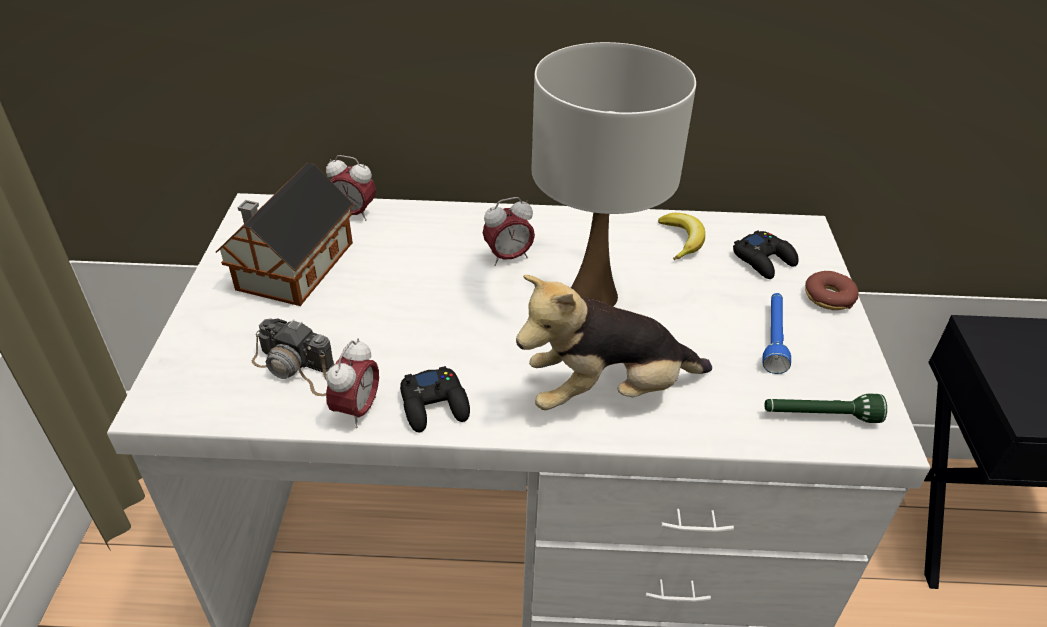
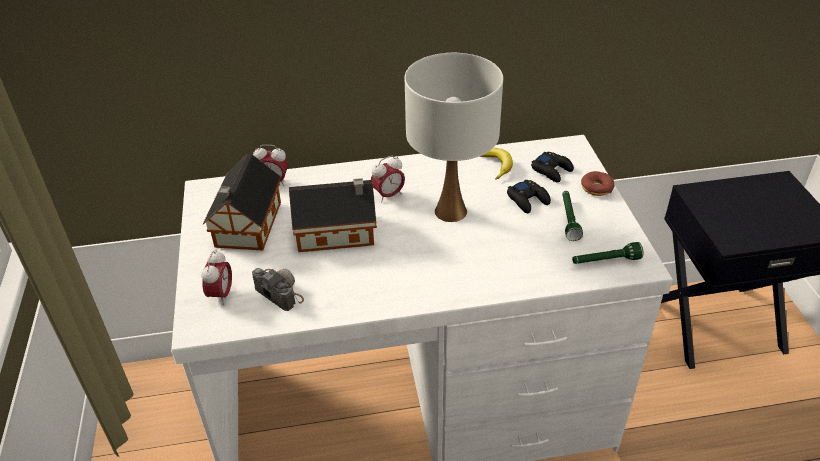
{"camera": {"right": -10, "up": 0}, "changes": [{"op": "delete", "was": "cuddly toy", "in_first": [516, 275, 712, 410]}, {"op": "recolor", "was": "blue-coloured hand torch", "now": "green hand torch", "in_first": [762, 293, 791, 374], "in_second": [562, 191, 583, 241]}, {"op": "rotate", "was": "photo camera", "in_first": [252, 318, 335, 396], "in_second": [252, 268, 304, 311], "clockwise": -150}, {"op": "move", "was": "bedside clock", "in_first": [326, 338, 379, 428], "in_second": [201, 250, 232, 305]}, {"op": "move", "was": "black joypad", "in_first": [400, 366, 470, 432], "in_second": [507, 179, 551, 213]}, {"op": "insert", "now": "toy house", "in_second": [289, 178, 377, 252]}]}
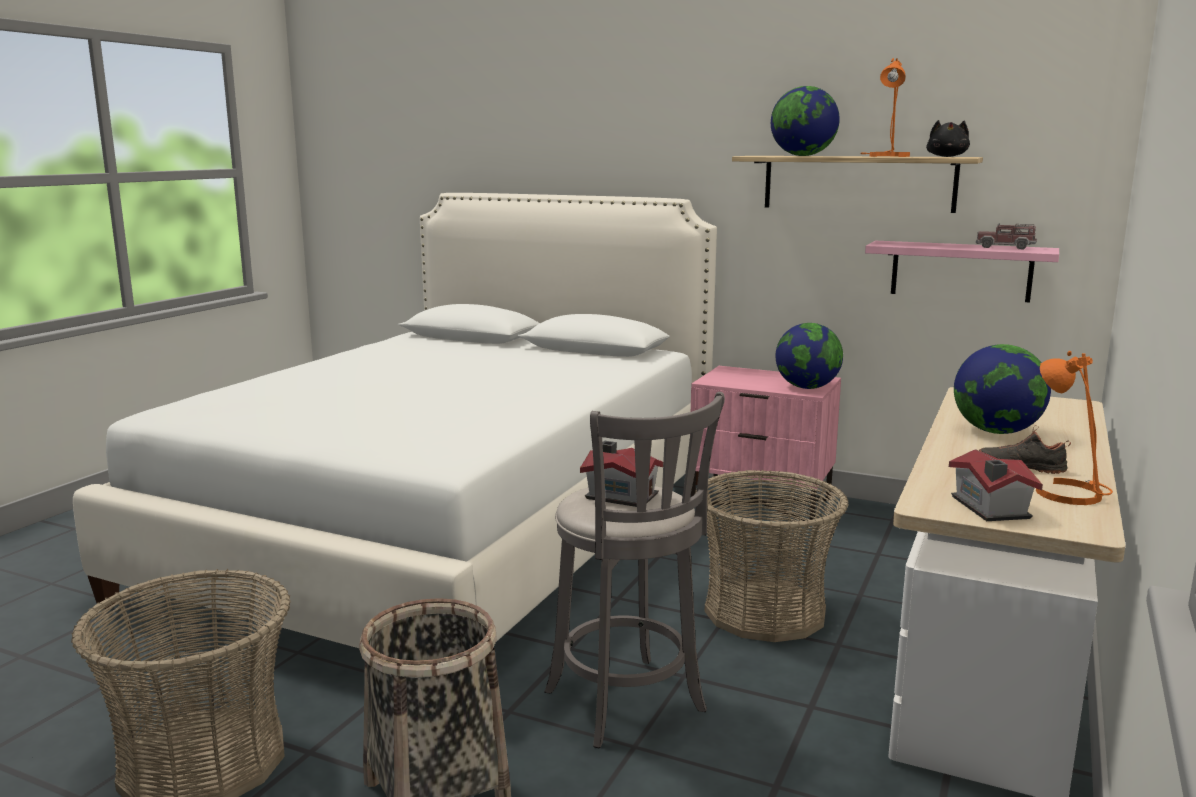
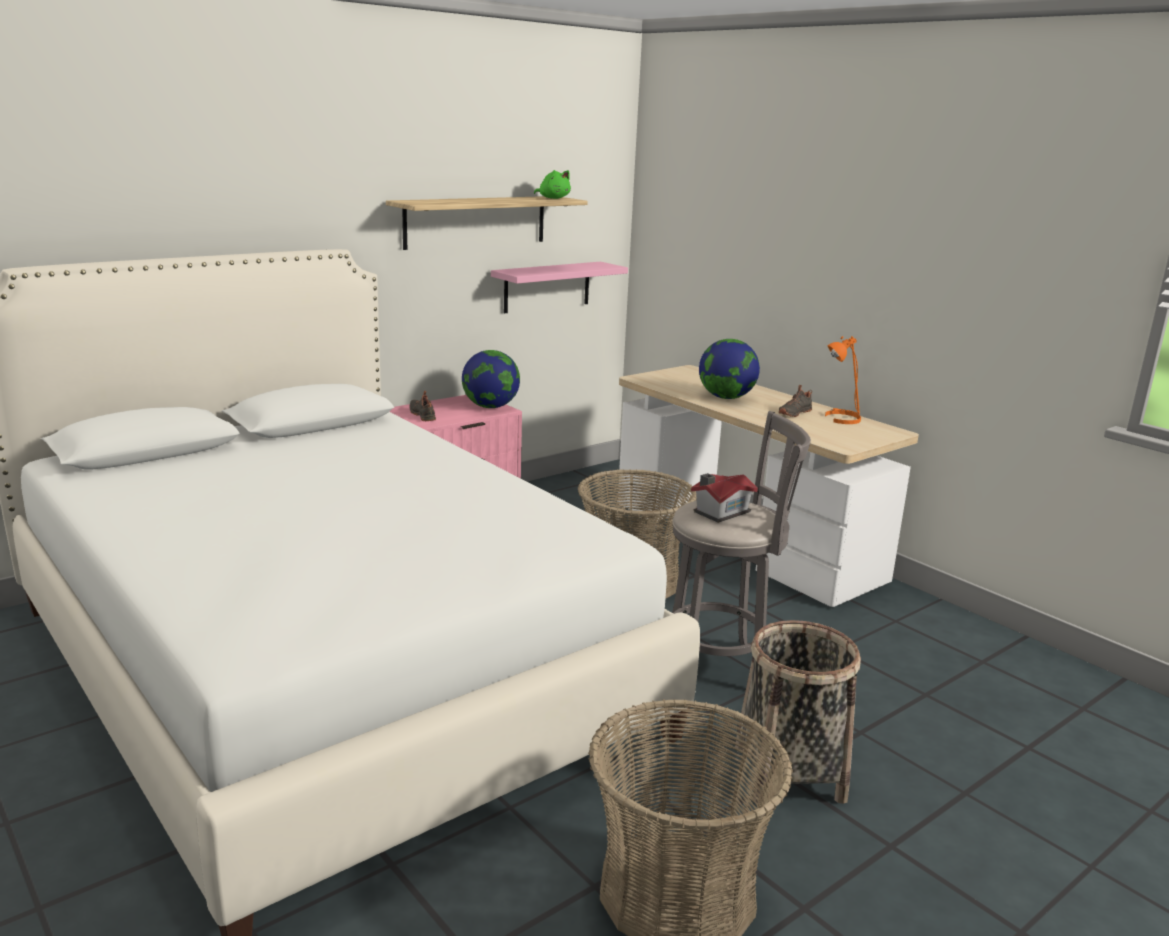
{"camera": {"right": -65, "up": 5}, "changes": [{"op": "delete", "was": "orange-coloured tabletop lamp", "in_first": [860, 58, 910, 157]}, {"op": "delete", "was": "desk globe", "in_first": [771, 86, 840, 156]}, {"op": "recolor", "was": "black cuddly toy", "now": "green cuddly toy", "in_first": [926, 120, 970, 157], "in_second": [534, 170, 571, 199]}, {"op": "delete", "was": "toy truck", "in_first": [976, 223, 1037, 249]}, {"op": "delete", "was": "toy house", "in_first": [949, 449, 1043, 521]}, {"op": "insert", "now": "black item of footwear", "in_second": [409, 391, 436, 421]}]}
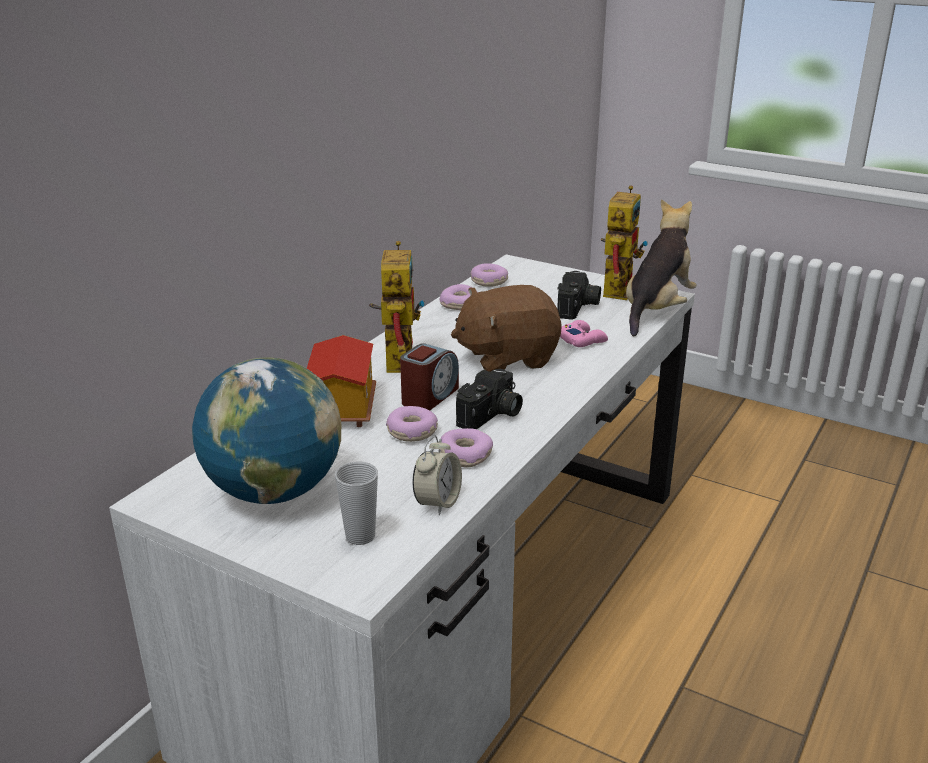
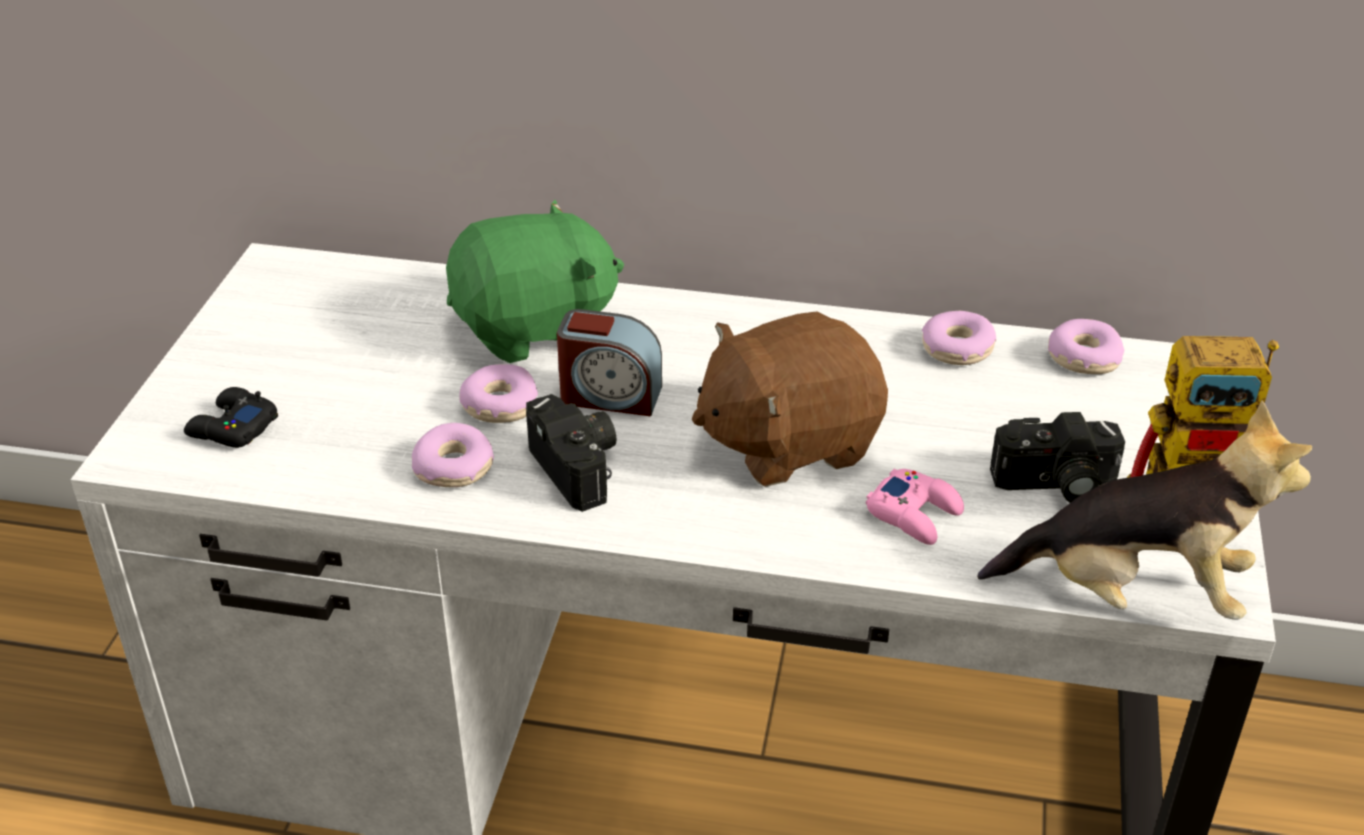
{"camera": {"right": 70, "up": 10}, "changes": [{"op": "delete", "was": "model robot", "in_first": [369, 241, 425, 373]}, {"op": "rotate", "was": "brownish cuddly toy", "in_first": [451, 285, 562, 372], "in_second": [692, 311, 888, 487], "clockwise": -75}, {"op": "replace", "was": "toy house", "now": "green cuddly toy", "in_first": [307, 335, 376, 427], "in_second": [446, 200, 624, 363]}, {"op": "delete", "was": "desk globe", "in_first": [192, 357, 341, 504]}, {"op": "rotate", "was": "photo camera", "in_first": [456, 369, 523, 429], "in_second": [526, 394, 616, 512], "clockwise": -135}, {"op": "delete", "was": "bedside clock", "in_first": [413, 436, 462, 515]}, {"op": "replace", "was": "cup", "now": "black joypad", "in_first": [335, 461, 378, 545], "in_second": [184, 387, 278, 448]}]}
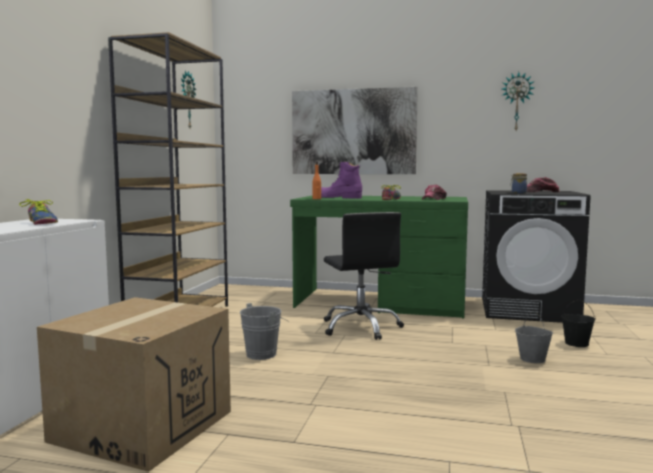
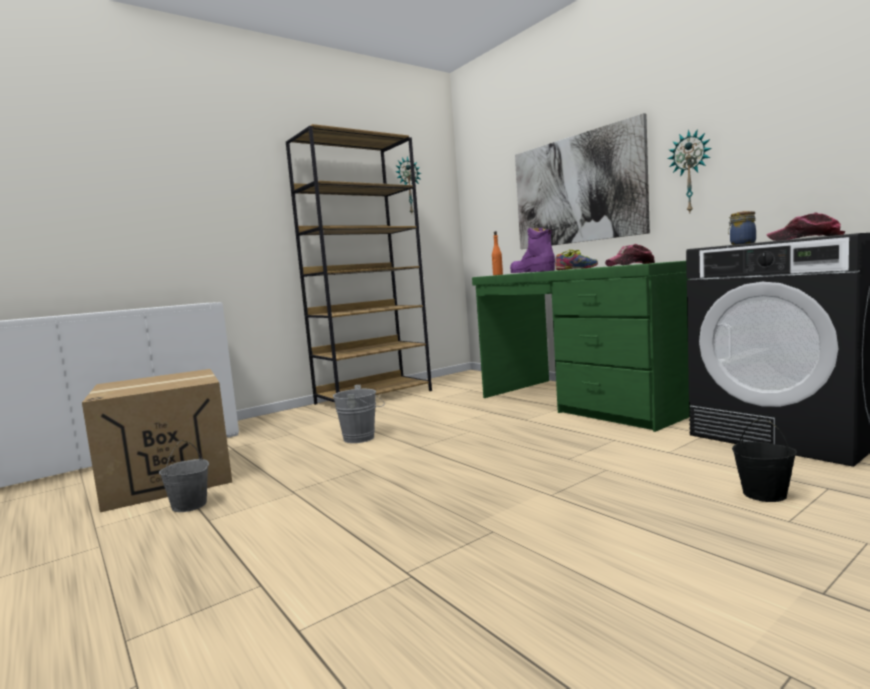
{"camera": {"right": 40, "up": 0}, "changes": [{"op": "move", "was": "hanging clock", "in_first": [502, 72, 535, 130], "in_second": [668, 129, 712, 213]}, {"op": "delete", "was": "item of footwear", "in_first": [19, 199, 58, 225]}, {"op": "delete", "was": "black office chair", "in_first": [324, 212, 404, 340]}, {"op": "move", "was": "gray bucket", "in_first": [515, 311, 553, 363], "in_second": [159, 440, 209, 512]}]}
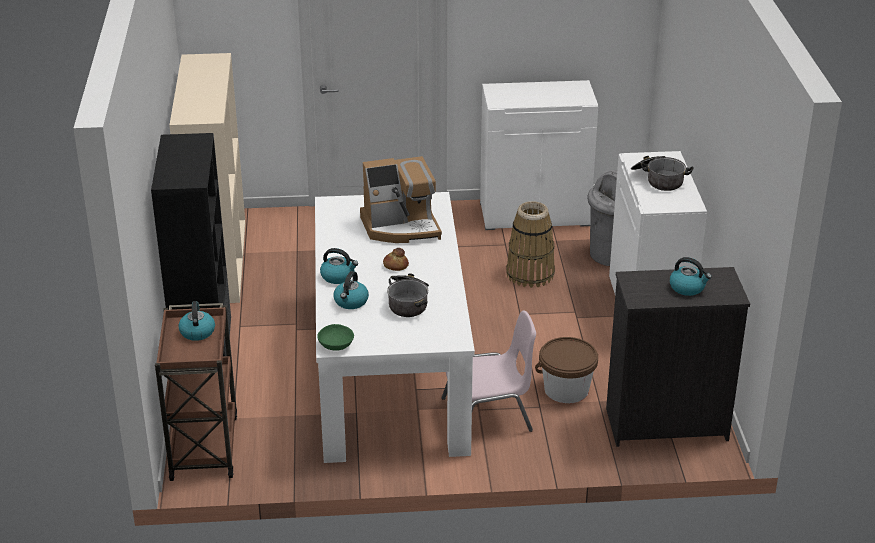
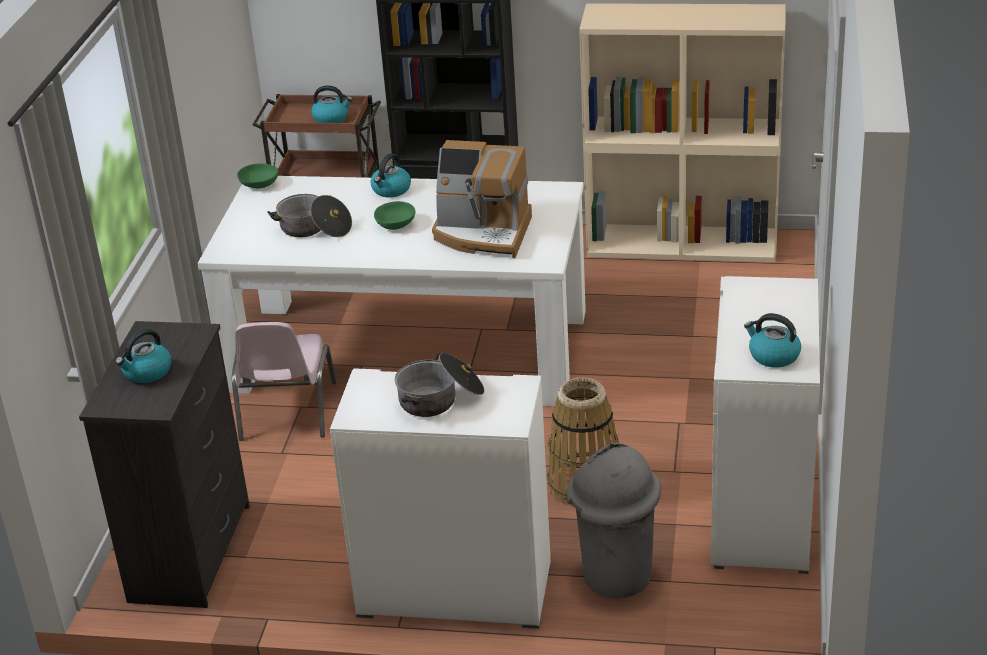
{"camera": {"right": 105, "up": 0}, "changes": [{"op": "rotate", "was": "coffee maker", "in_first": [360, 156, 442, 243], "in_second": [432, 140, 532, 258], "clockwise": -75}, {"op": "replace", "was": "bakery bread", "now": "green bowl", "in_first": [383, 248, 409, 271], "in_second": [374, 201, 415, 230]}, {"op": "move", "was": "tea kettle", "in_first": [334, 271, 369, 309], "in_second": [744, 313, 801, 368]}, {"op": "delete", "was": "brownish bucket", "in_first": [535, 337, 598, 403]}]}
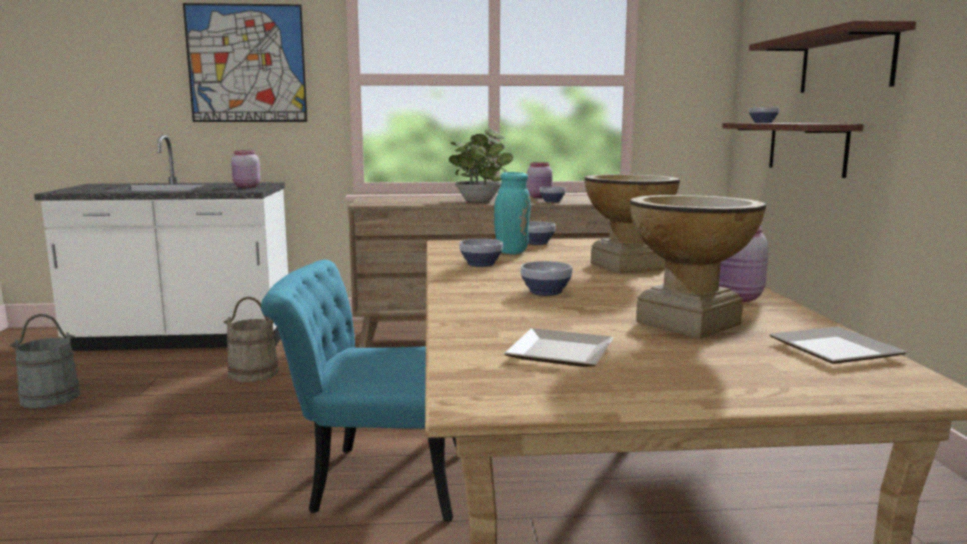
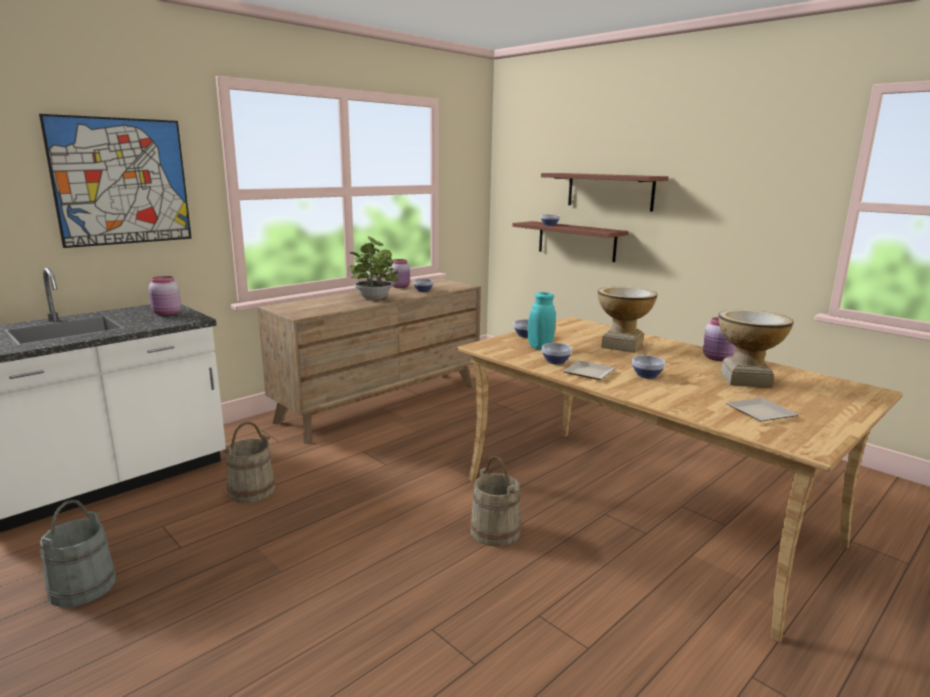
{"camera": {"right": -40, "up": 5}, "changes": [{"op": "replace", "was": "turquoise chair", "now": "sand-coloured bucket", "in_first": [261, 260, 457, 521], "in_second": [470, 456, 521, 547]}, {"op": "move", "was": "dinner plate", "in_first": [769, 327, 907, 364], "in_second": [563, 360, 615, 380]}]}
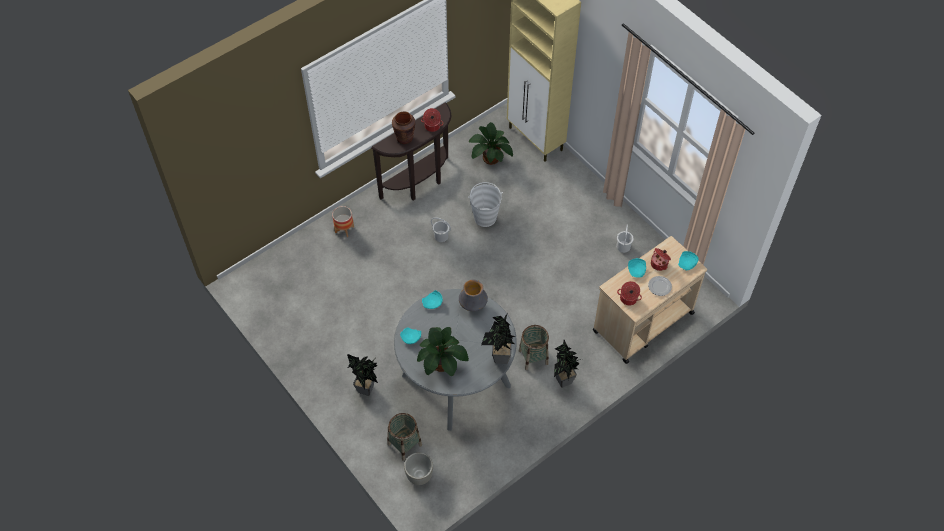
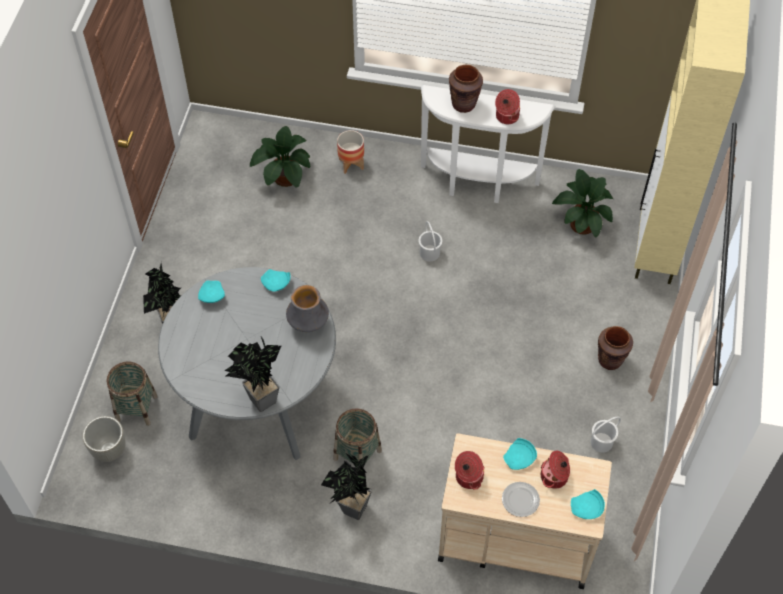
{"camera": {"right": 50, "up": 0}, "changes": [{"op": "recolor", "was": "brownish console table", "now": "whitish console table", "in_first": [371, 102, 451, 201], "in_second": [421, 85, 555, 203]}, {"op": "delete", "was": "whitish bucket", "in_first": [468, 182, 503, 227]}, {"op": "move", "was": "houseplant", "in_first": [417, 327, 469, 376], "in_second": [250, 126, 310, 187]}, {"op": "insert", "now": "brownish flower vase", "in_second": [598, 326, 633, 370]}]}
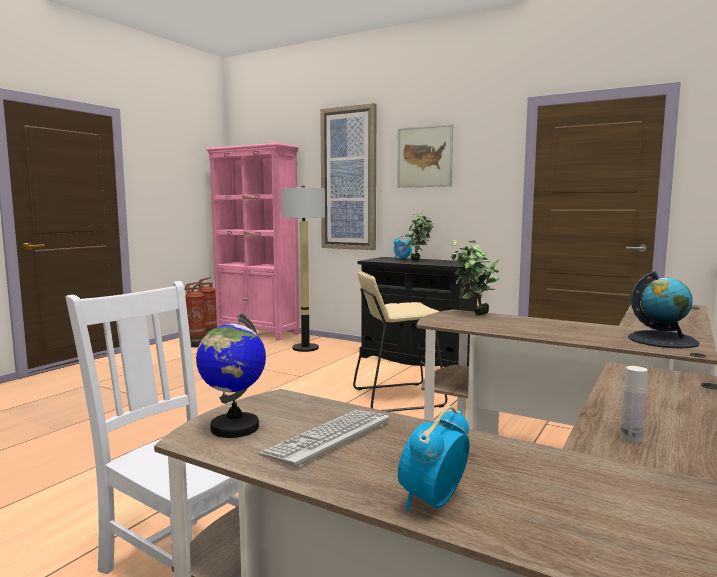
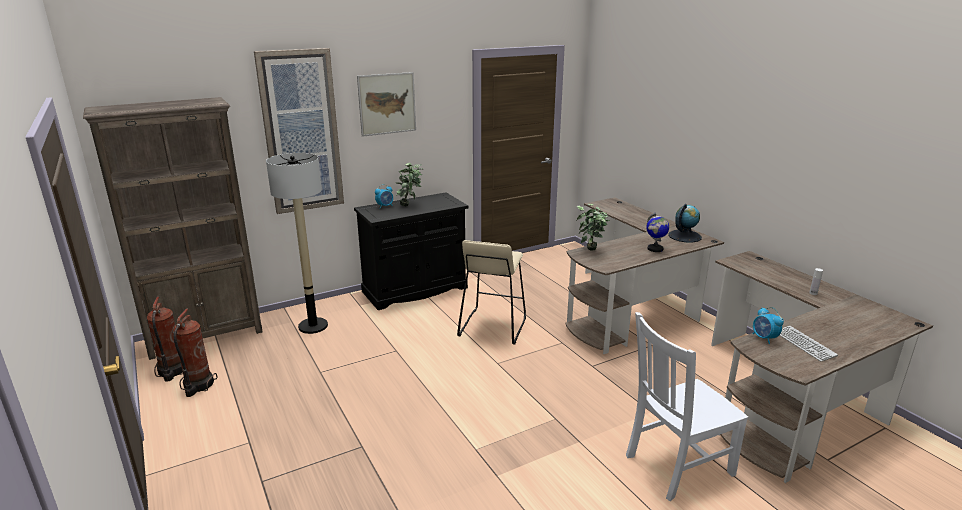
{"camera": {"right": -60, "up": 15}, "changes": [{"op": "recolor", "was": "pink-coloured bookcase", "now": "brownish bookcase", "in_first": [206, 143, 300, 341], "in_second": [83, 97, 263, 360]}, {"op": "move", "was": "desk globe", "in_first": [196, 313, 266, 438], "in_second": [646, 213, 669, 252]}, {"op": "move", "was": "bedside clock", "in_first": [398, 406, 469, 511], "in_second": [753, 307, 784, 344]}]}
